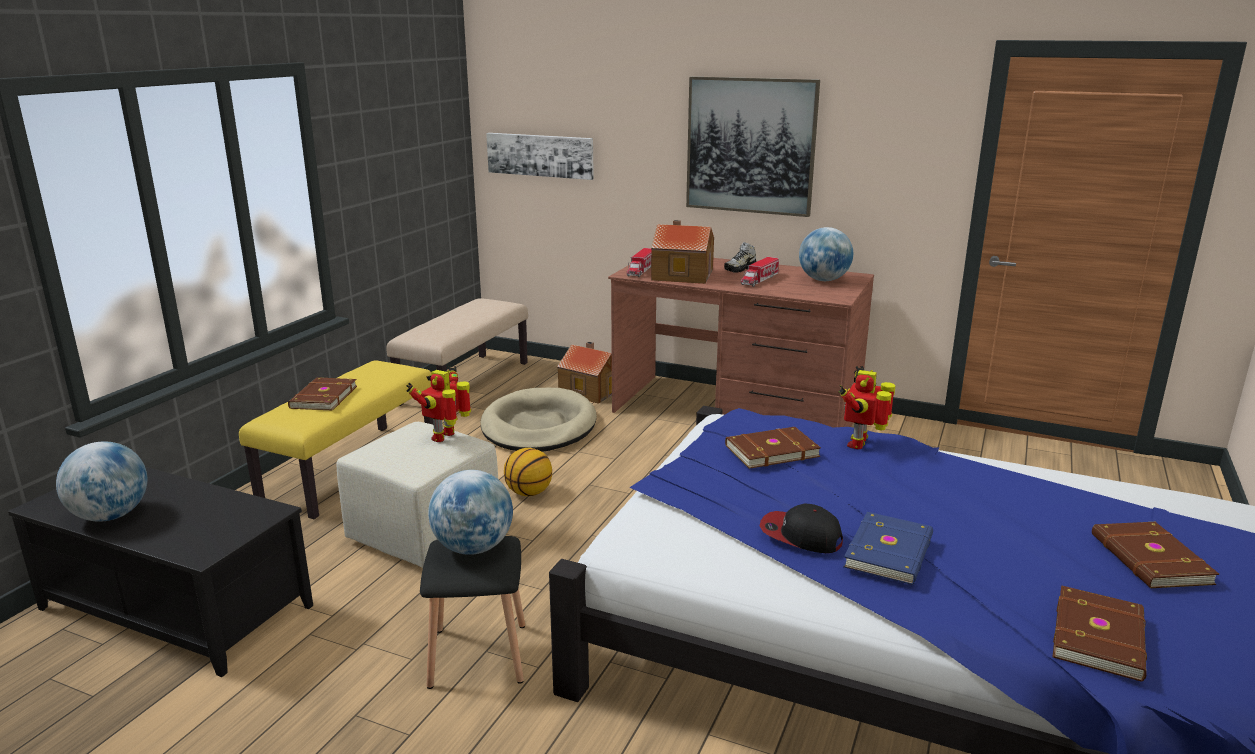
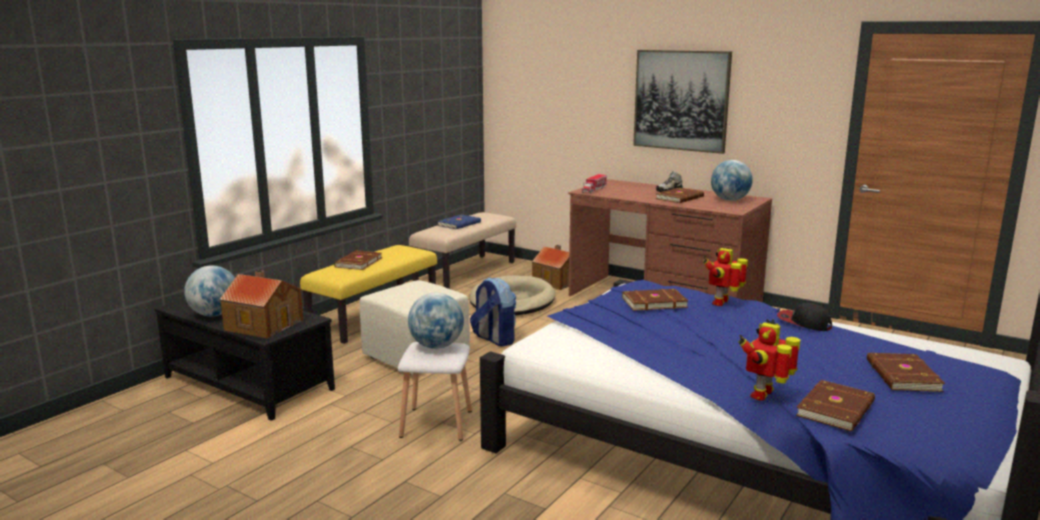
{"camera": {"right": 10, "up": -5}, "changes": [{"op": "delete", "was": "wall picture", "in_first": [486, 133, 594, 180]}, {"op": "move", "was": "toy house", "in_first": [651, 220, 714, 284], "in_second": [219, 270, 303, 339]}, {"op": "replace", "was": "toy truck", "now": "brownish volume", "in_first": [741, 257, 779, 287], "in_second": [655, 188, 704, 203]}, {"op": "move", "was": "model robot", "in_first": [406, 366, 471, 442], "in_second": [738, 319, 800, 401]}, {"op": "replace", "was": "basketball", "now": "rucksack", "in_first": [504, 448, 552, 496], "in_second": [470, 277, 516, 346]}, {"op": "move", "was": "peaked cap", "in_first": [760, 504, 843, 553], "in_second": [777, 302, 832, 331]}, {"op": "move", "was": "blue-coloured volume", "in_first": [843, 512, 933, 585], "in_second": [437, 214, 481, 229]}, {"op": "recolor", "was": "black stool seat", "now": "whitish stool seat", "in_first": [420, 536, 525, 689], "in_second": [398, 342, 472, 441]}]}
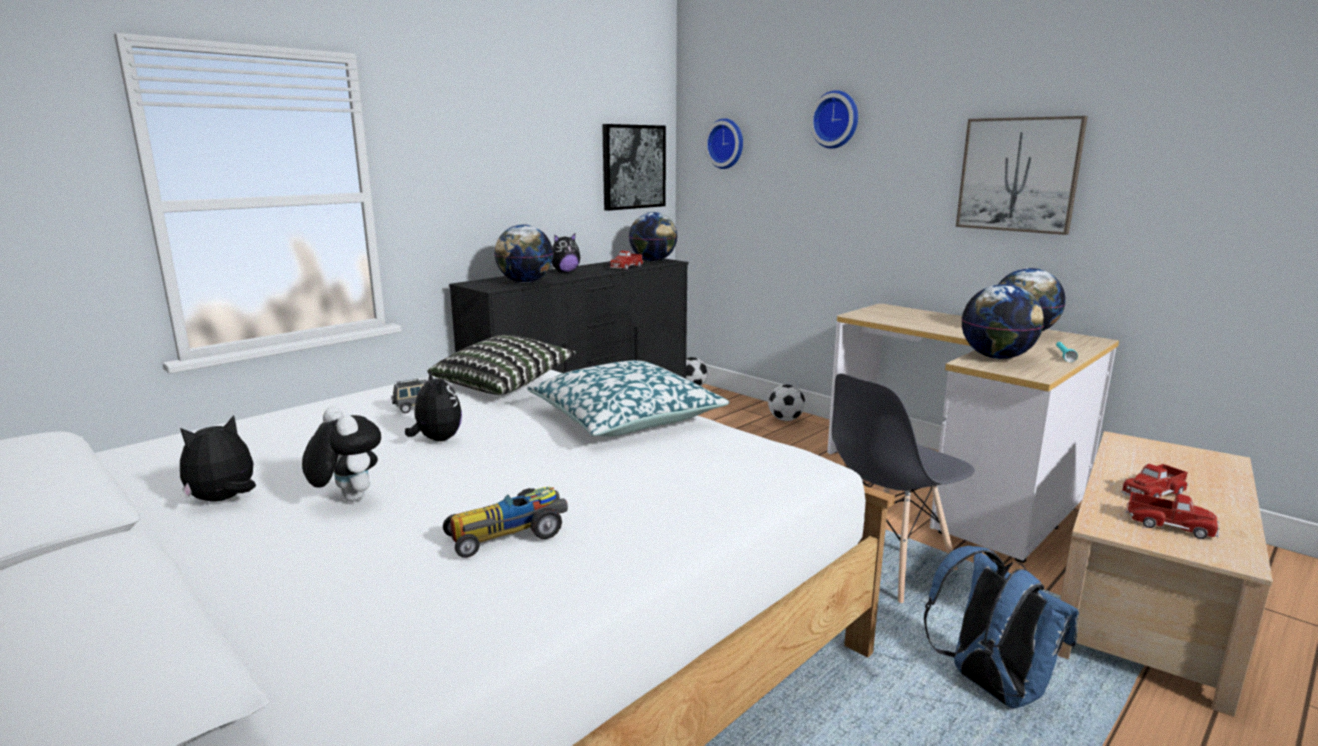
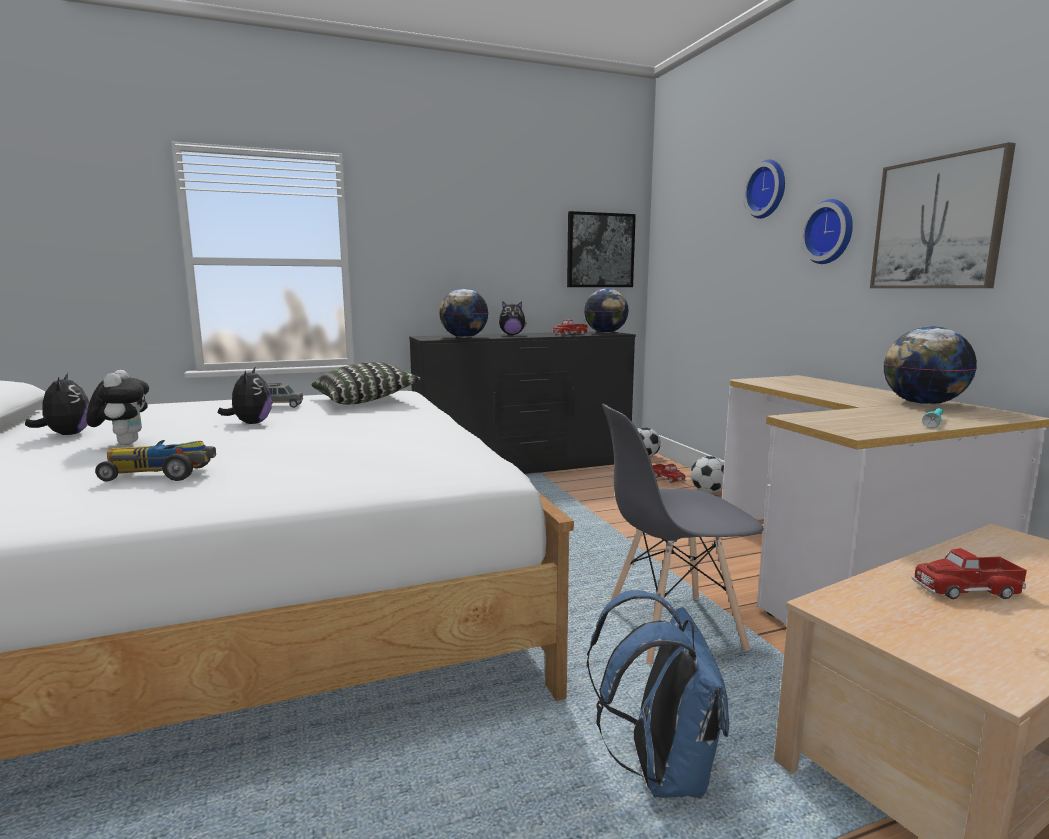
{"camera": {"right": 25, "up": -5}, "changes": [{"op": "move", "was": "hanging clock", "in_first": [704, 118, 743, 169], "in_second": [800, 199, 853, 264]}, {"op": "delete", "was": "desk globe", "in_first": [961, 284, 1044, 359]}, {"op": "delete", "was": "cushion", "in_first": [527, 360, 729, 437]}, {"op": "rotate", "was": "cuddly toy", "in_first": [180, 415, 256, 502], "in_second": [25, 373, 89, 435], "clockwise": 90}, {"op": "move", "was": "toy truck", "in_first": [1125, 492, 1220, 539], "in_second": [652, 464, 686, 483]}]}
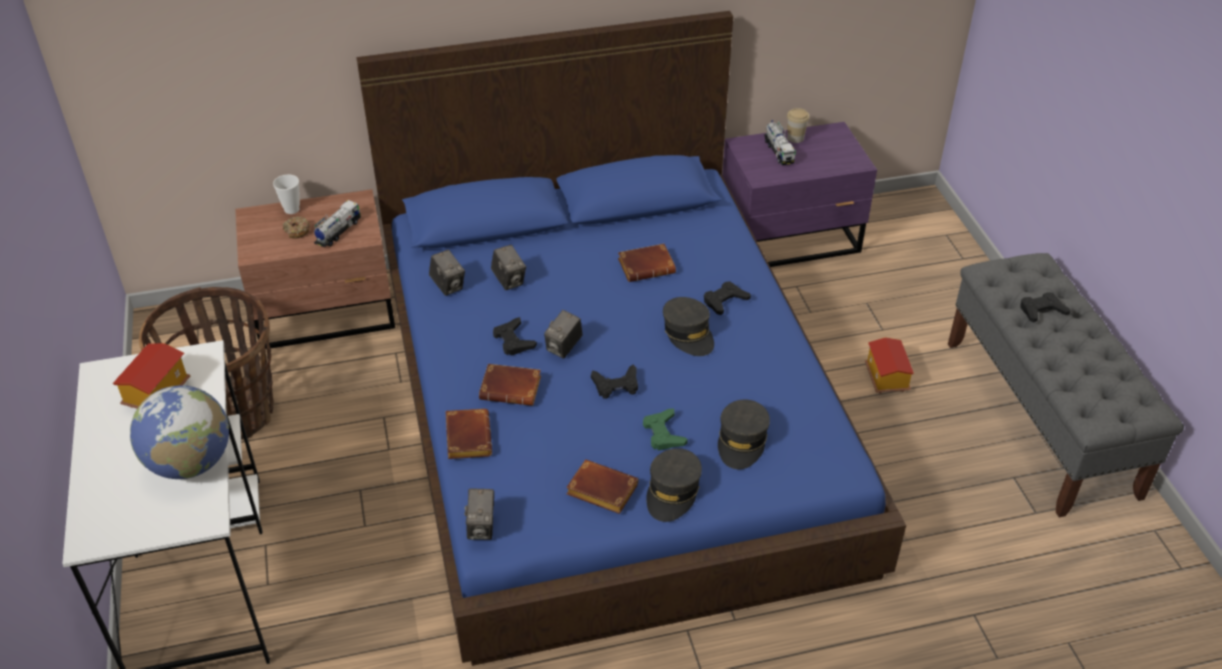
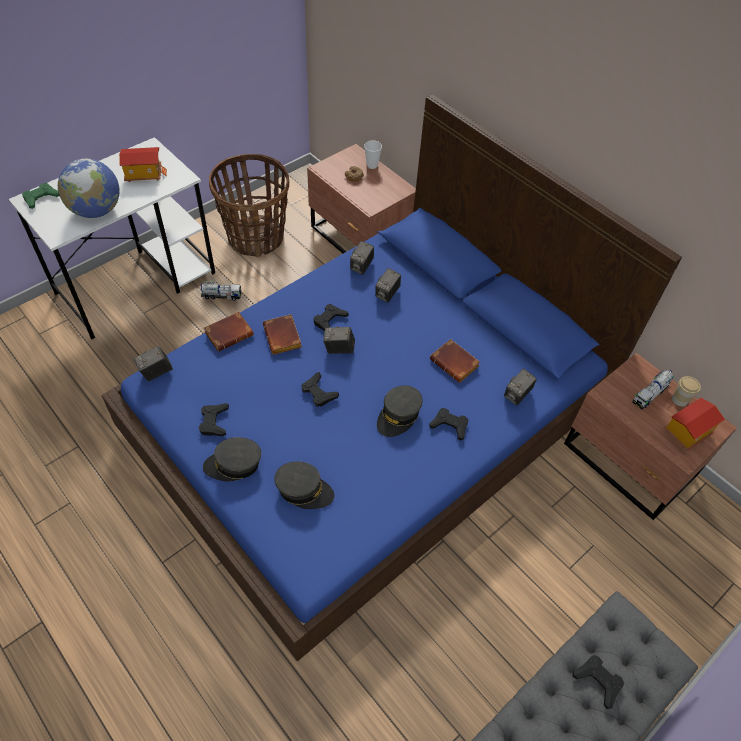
{"camera": {"right": 60, "up": 10}, "changes": [{"op": "recolor", "was": "purple nightstand", "now": "brownish nightstand", "in_first": [722, 122, 877, 267], "in_second": [564, 353, 737, 520]}, {"op": "move", "was": "toy truck", "in_first": [314, 200, 361, 247], "in_second": [201, 281, 241, 301]}, {"op": "move", "was": "toy house", "in_first": [865, 337, 914, 394], "in_second": [664, 398, 725, 451]}, {"op": "rotate", "was": "gray peaked cap", "in_first": [718, 400, 770, 469], "in_second": [274, 462, 334, 509], "clockwise": -150}, {"op": "move", "was": "green joypad", "in_first": [643, 409, 688, 450], "in_second": [22, 183, 59, 209]}, {"op": "replace", "was": "brownish volume", "now": "black joypad", "in_first": [566, 460, 639, 514], "in_second": [199, 403, 229, 436]}, {"op": "insert", "now": "photo camera", "in_second": [504, 368, 537, 405]}]}
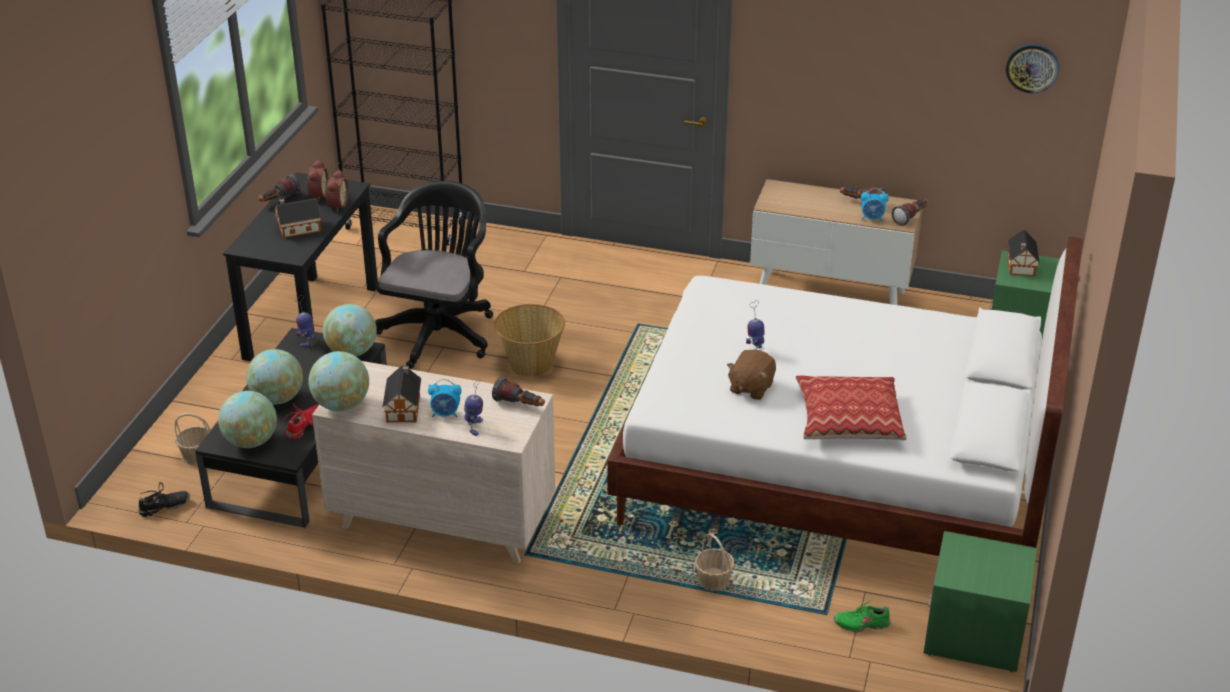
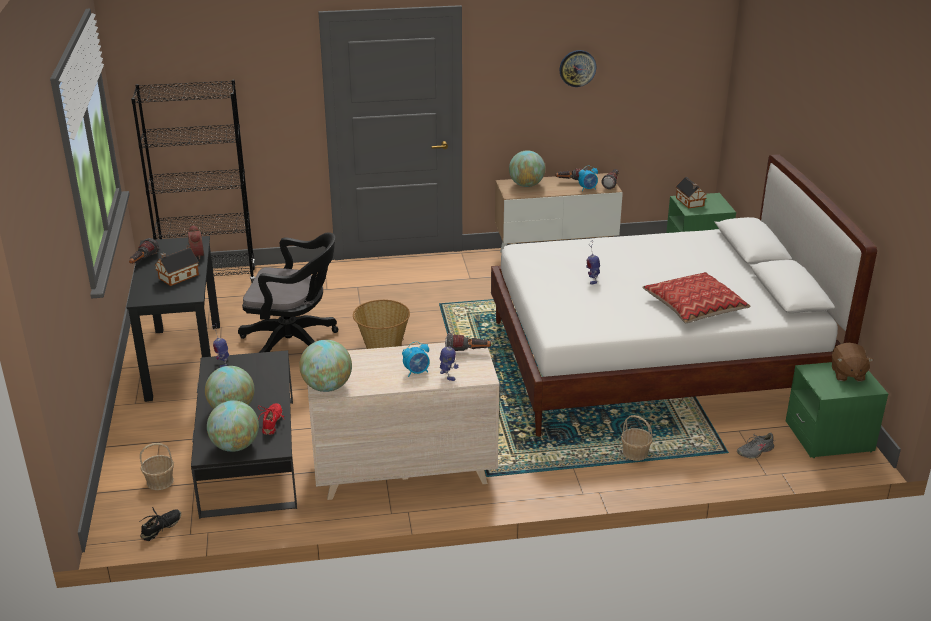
{"camera": {"right": -25, "up": -5}, "changes": [{"op": "move", "was": "hanging clock", "in_first": [1006, 44, 1059, 93], "in_second": [560, 50, 596, 87]}, {"op": "delete", "was": "bedside clock", "in_first": [305, 160, 328, 201]}, {"op": "rotate", "was": "black office chair", "in_first": [375, 181, 493, 369], "in_second": [238, 232, 339, 353], "clockwise": 105}, {"op": "move", "was": "desk globe", "in_first": [323, 304, 377, 356], "in_second": [509, 150, 545, 187]}, {"op": "move", "was": "brownish cuddly toy", "in_first": [727, 349, 776, 400], "in_second": [832, 343, 873, 382]}, {"op": "delete", "was": "toy house", "in_first": [382, 365, 421, 423]}, {"op": "recolor", "was": "green item of footwear", "now": "gray item of footwear", "in_first": [834, 601, 890, 632], "in_second": [737, 432, 776, 459]}]}
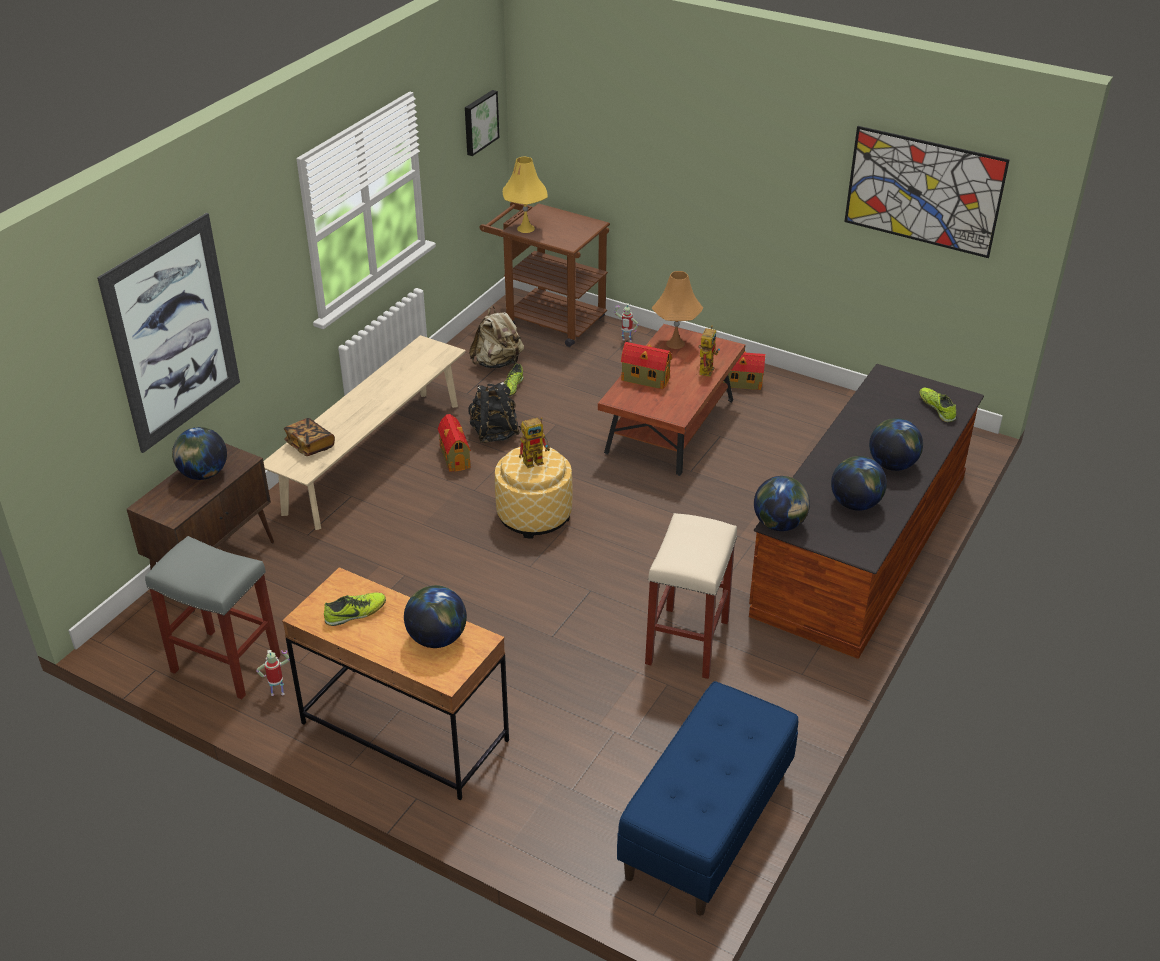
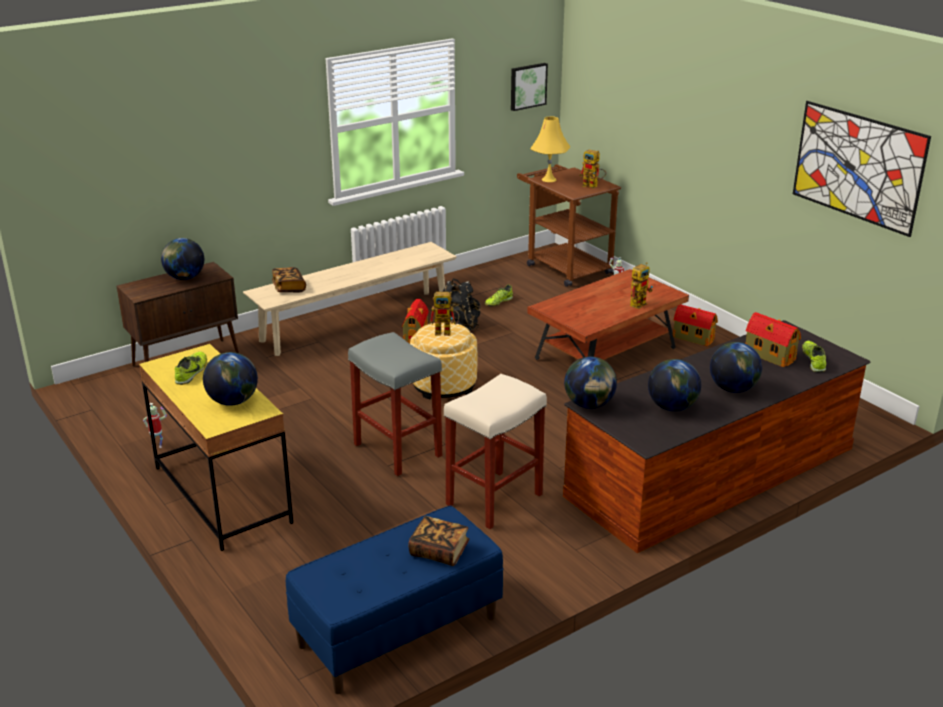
{"camera": {"right": 25, "up": -10}, "changes": [{"op": "delete", "was": "wall picture", "in_first": [97, 213, 240, 453]}, {"op": "delete", "was": "orange-coloured tabletop lamp", "in_first": [652, 271, 703, 349]}, {"op": "delete", "was": "sand-coloured rucksack", "in_first": [469, 306, 524, 368]}, {"op": "move", "was": "toy house", "in_first": [621, 342, 672, 389], "in_second": [745, 312, 801, 367]}, {"op": "move", "was": "gray stool seat", "in_first": [145, 536, 281, 699], "in_second": [348, 332, 442, 476]}, {"op": "recolor", "was": "brownish desk table", "now": "yellow-coloured desk table", "in_first": [282, 567, 509, 801], "in_second": [139, 344, 293, 551]}, {"op": "rotate", "was": "item of footwear", "in_first": [324, 592, 386, 626], "in_second": [175, 351, 207, 385], "clockwise": -75}, {"op": "insert", "now": "model robot", "in_second": [579, 150, 606, 189]}, {"op": "insert", "now": "volume", "in_second": [408, 516, 469, 566]}]}
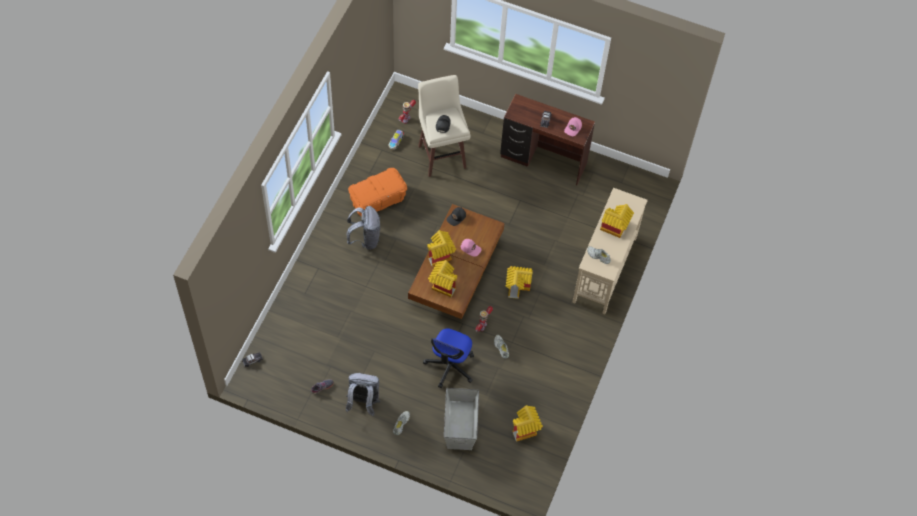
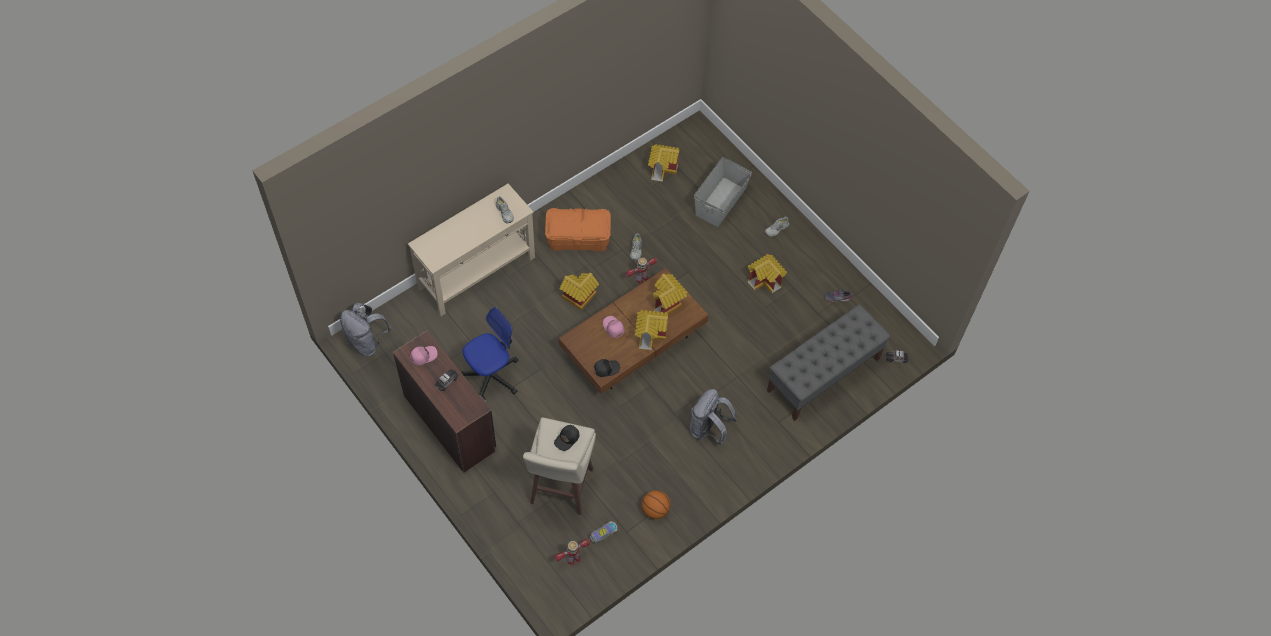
{"camera": {"right": -150, "up": 0}, "changes": [{"op": "move", "was": "orange-coloured storage container", "in_first": [348, 168, 407, 217], "in_second": [545, 208, 611, 252]}, {"op": "move", "was": "toy house", "in_first": [600, 204, 634, 238], "in_second": [748, 254, 787, 293]}, {"op": "move", "was": "office chair", "in_first": [423, 328, 474, 388], "in_second": [461, 307, 518, 399]}, {"op": "move", "was": "gray rucksack", "in_first": [345, 373, 380, 416], "in_second": [340, 303, 391, 357]}, {"op": "insert", "now": "gray indoor bench", "in_second": [767, 304, 891, 421]}, {"op": "insert", "now": "basketball", "in_second": [642, 490, 670, 519]}]}
